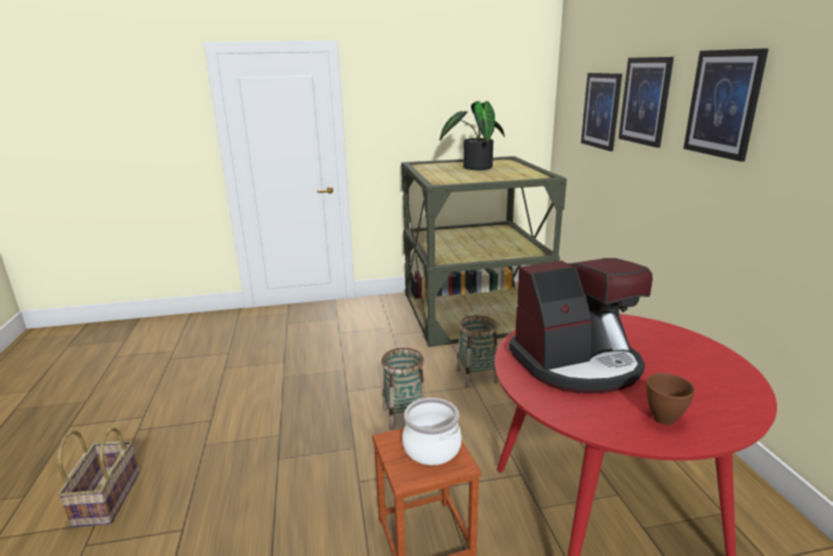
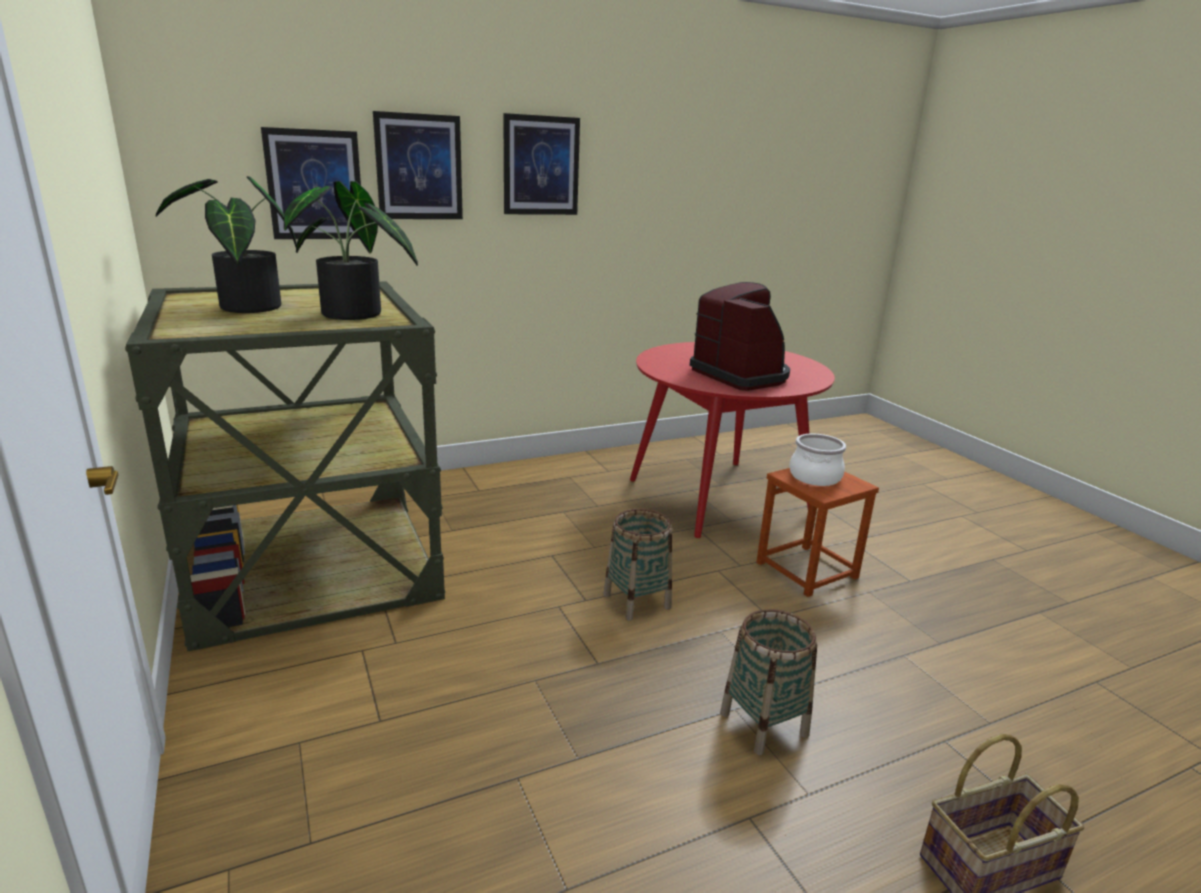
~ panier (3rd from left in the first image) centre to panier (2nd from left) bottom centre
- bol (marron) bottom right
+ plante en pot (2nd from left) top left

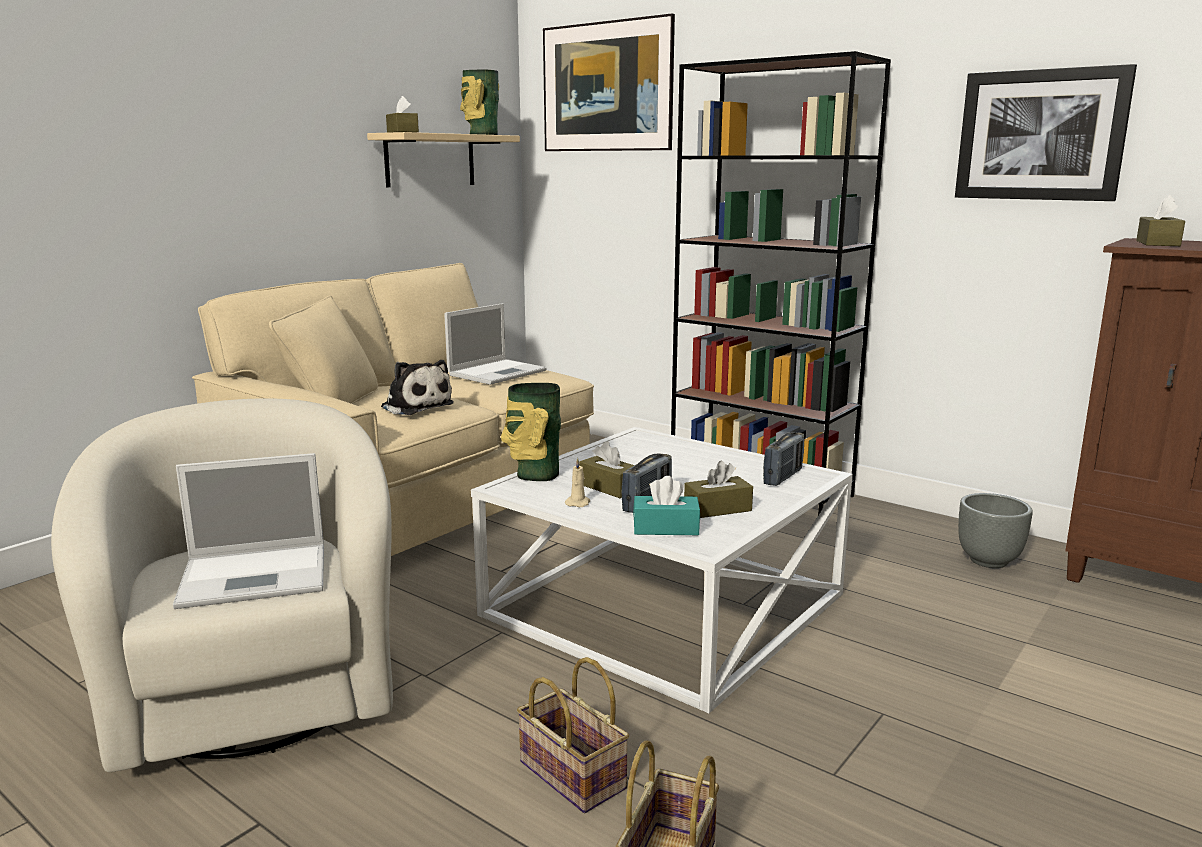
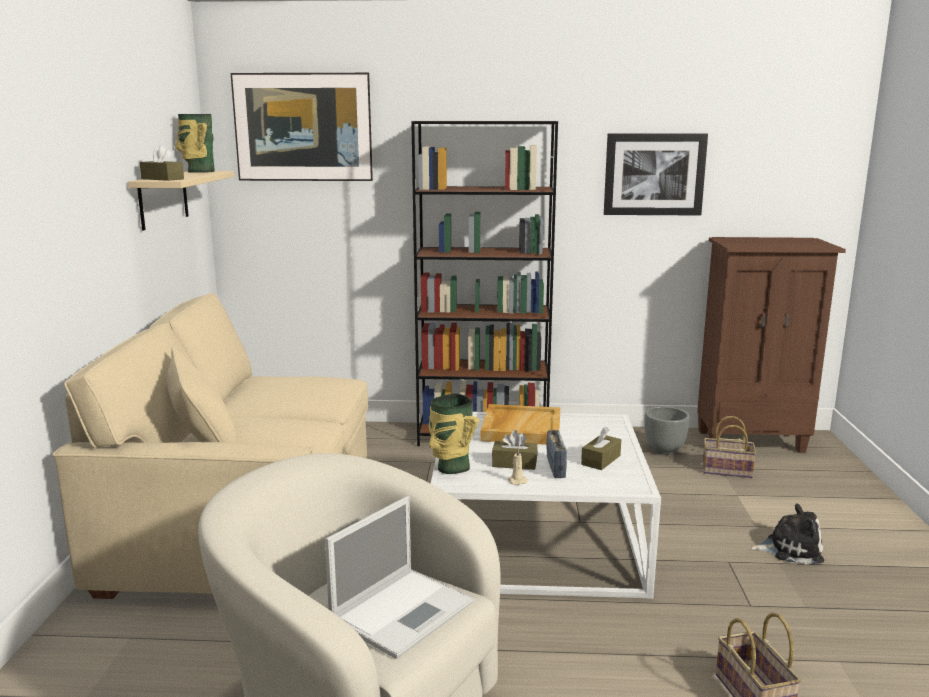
~ peluche centre to bottom right
- ordinateur portable (2nd from left) centre
~ panier (1st from left) bottom centre to middle right
- boîte à mouchoirs (turquoise) centre
- radio (2nd from left) centre
- boîte à mouchoirs (marron) (4th from left) top right
+ plateau (beige) centre

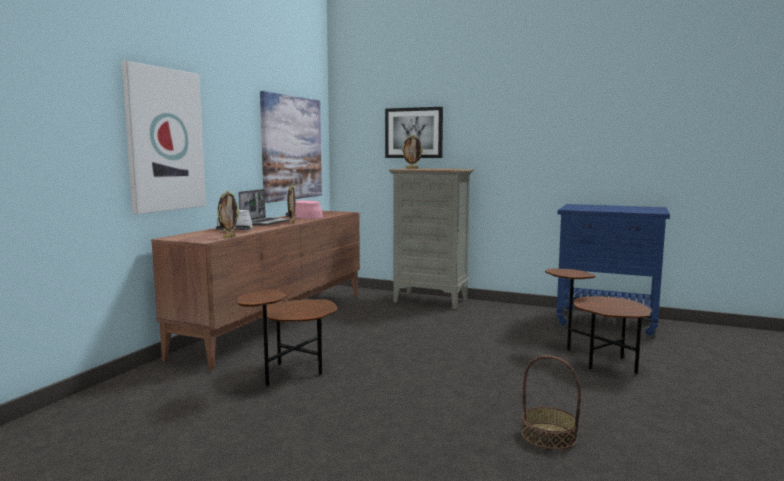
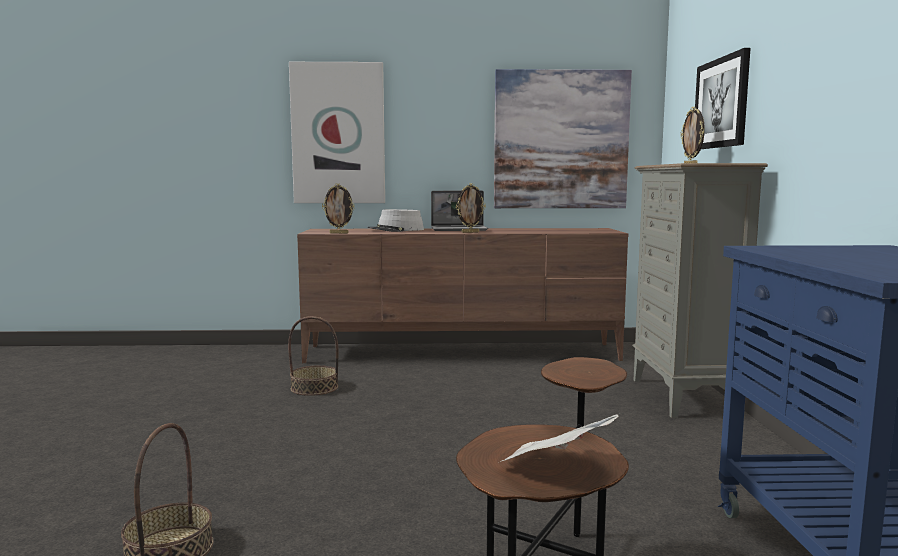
~ table d'appoint (marron) (1st from left) bottom centre to panier (2nd from left) centre
- chapeau (rose) centre
+ journal bottom centre

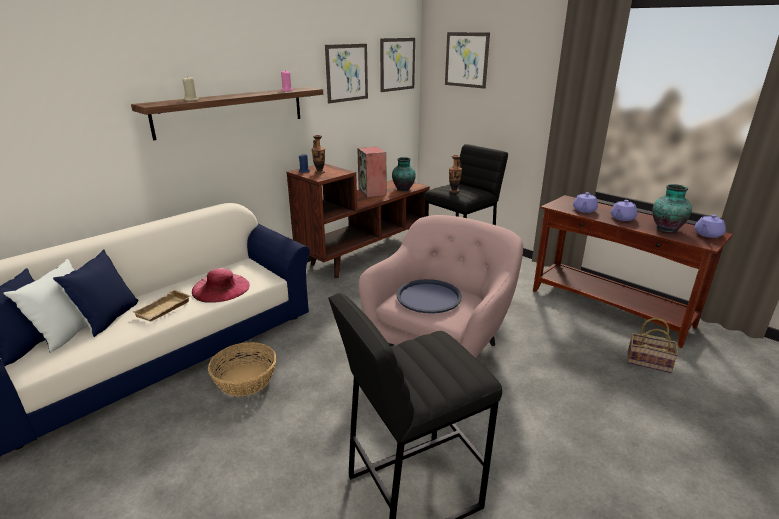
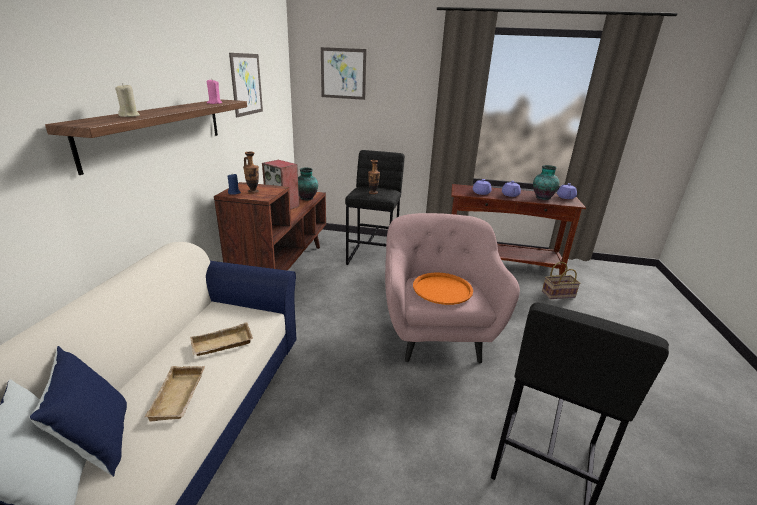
~ chapeau (rose) middle left to plateau (beige) (2nd from left) bottom left
- panier (1st from left) bottom left
- tableau (2nd from left) top centre
~ plateau (bleu) centre to plateau (orange) centre

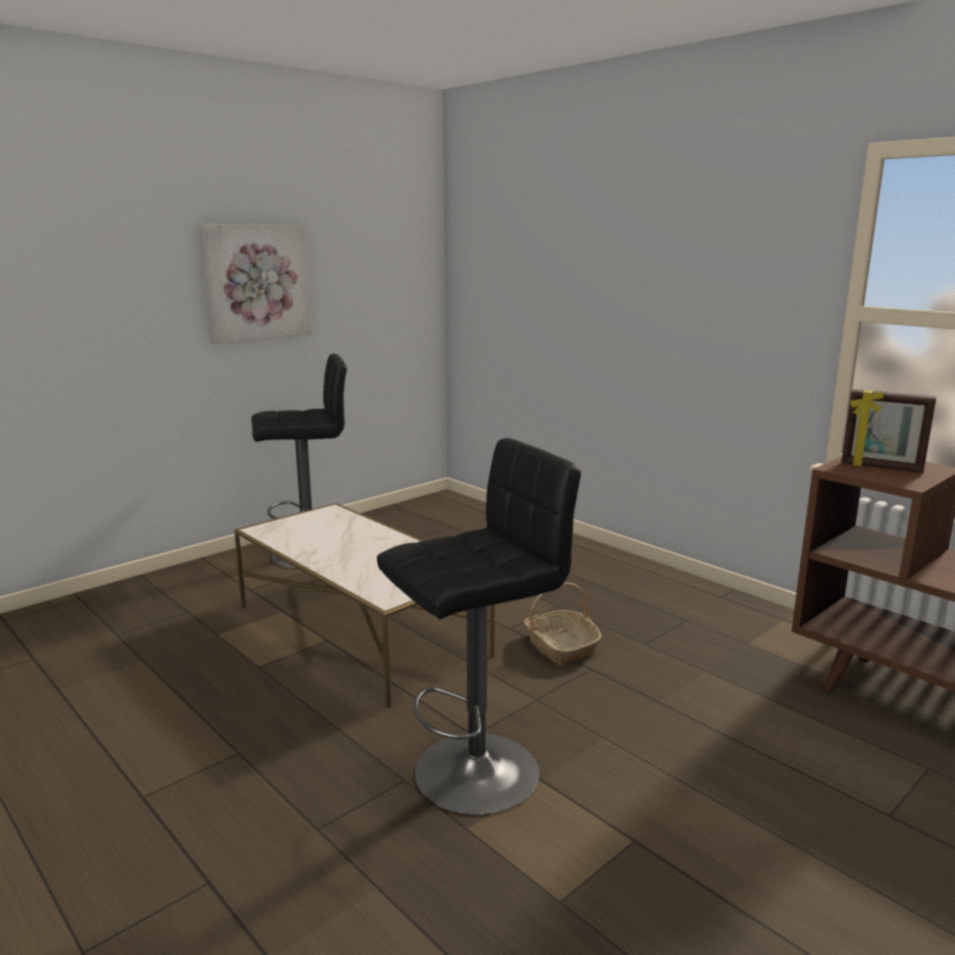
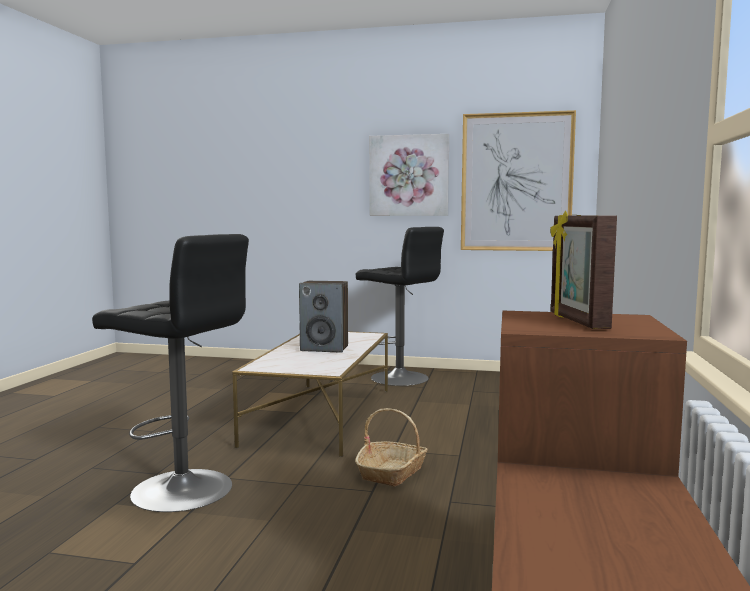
+ enceinte centre
+ tableau (2nd from left) top right

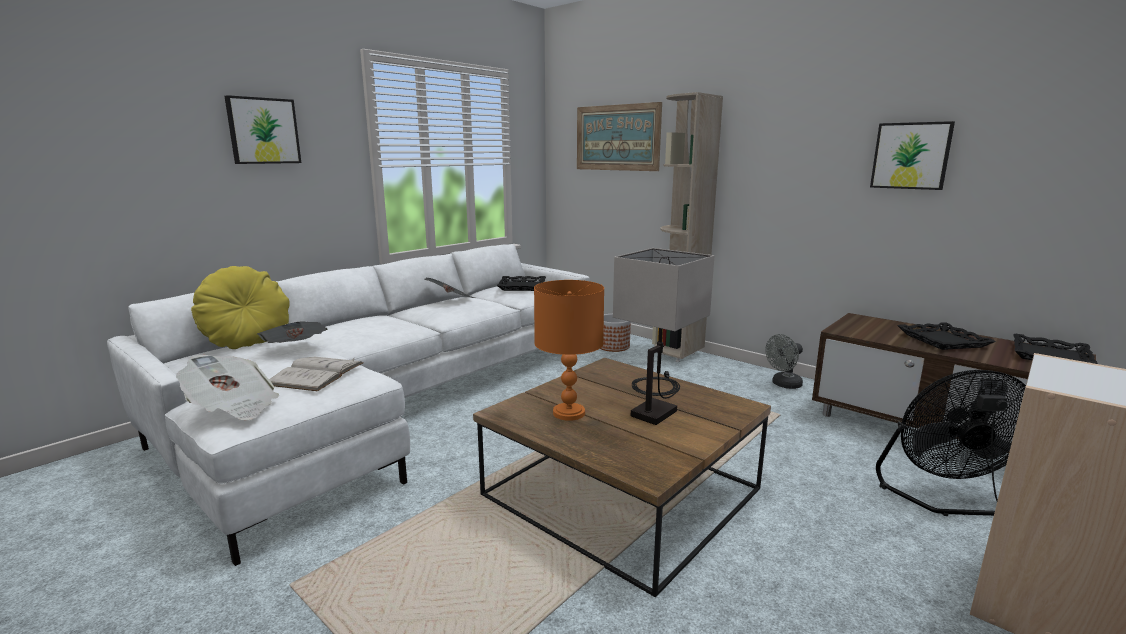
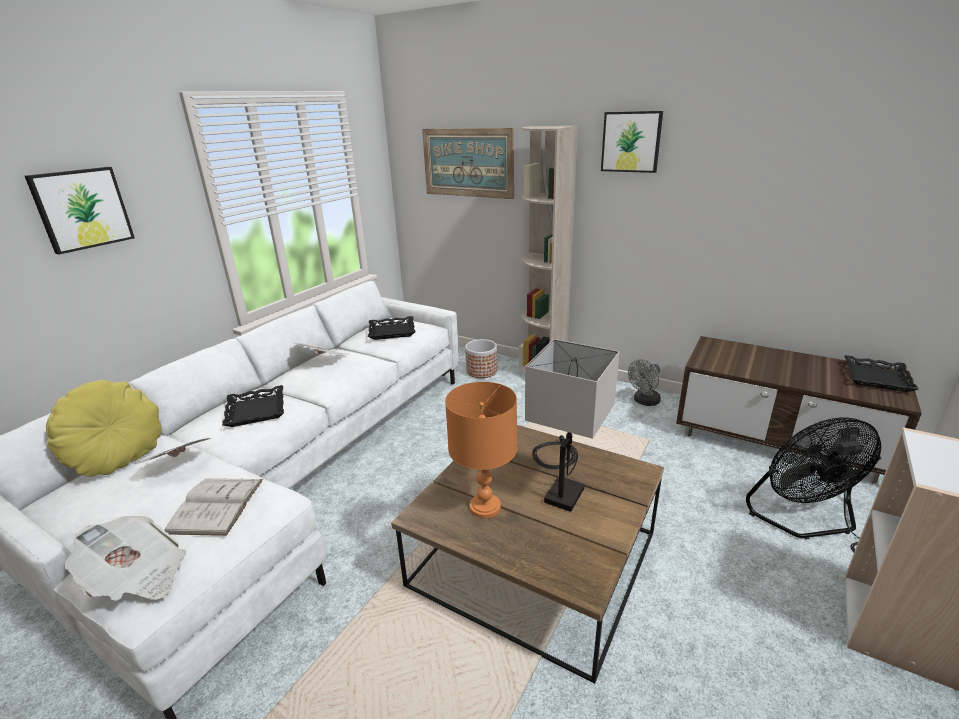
~ tableau (3rd from left) top right to top centre
~ plateau (noir) (2nd from left in the first image) middle right to plateau (noir) (1st from left) middle left

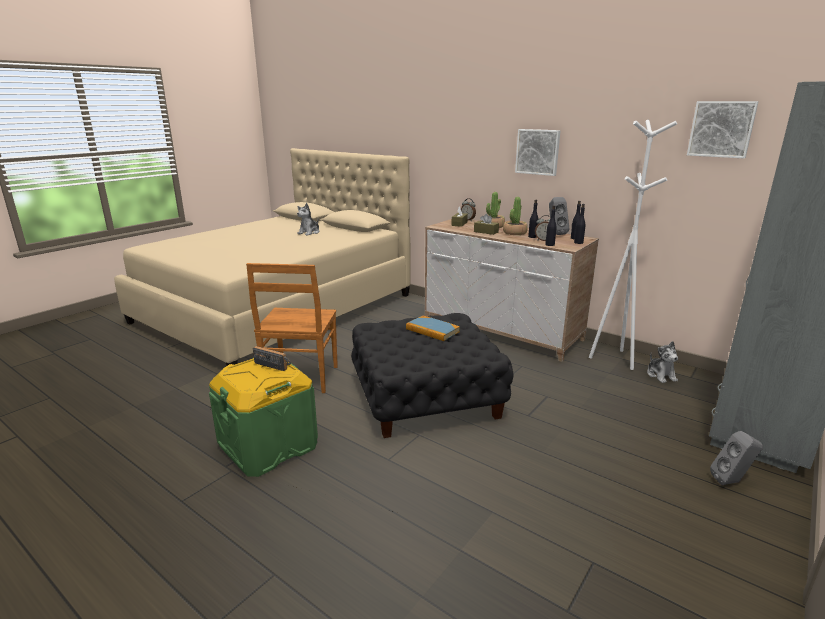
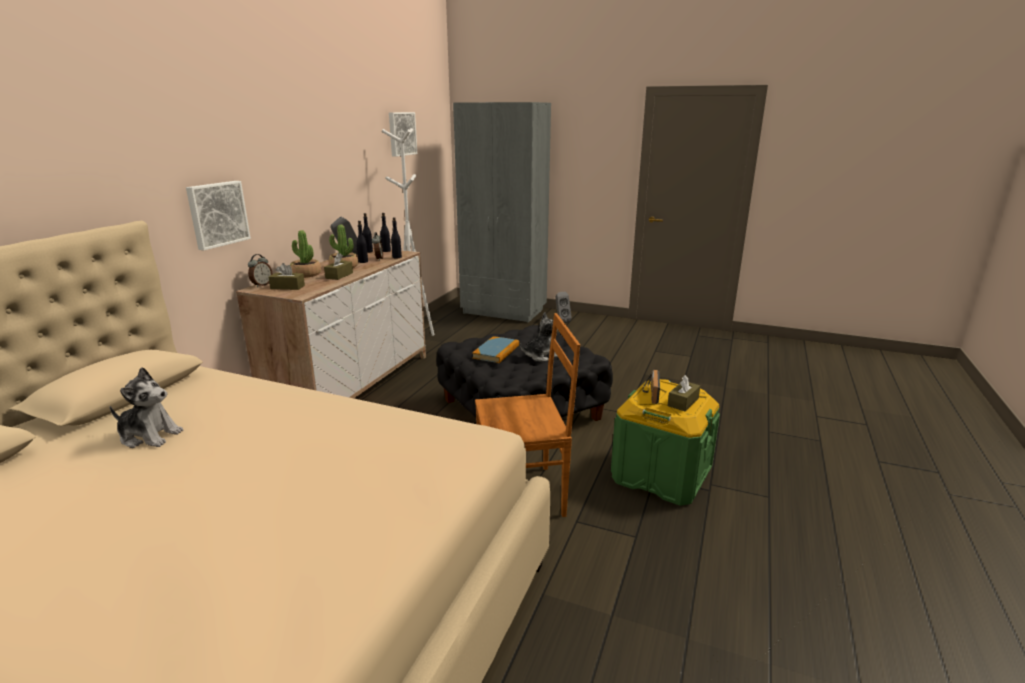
~ tableau (1st from left) top centre to top left
~ peluche (2nd from left) middle right to centre
+ boîte à mouchoirs (marron) (3rd from left) middle right

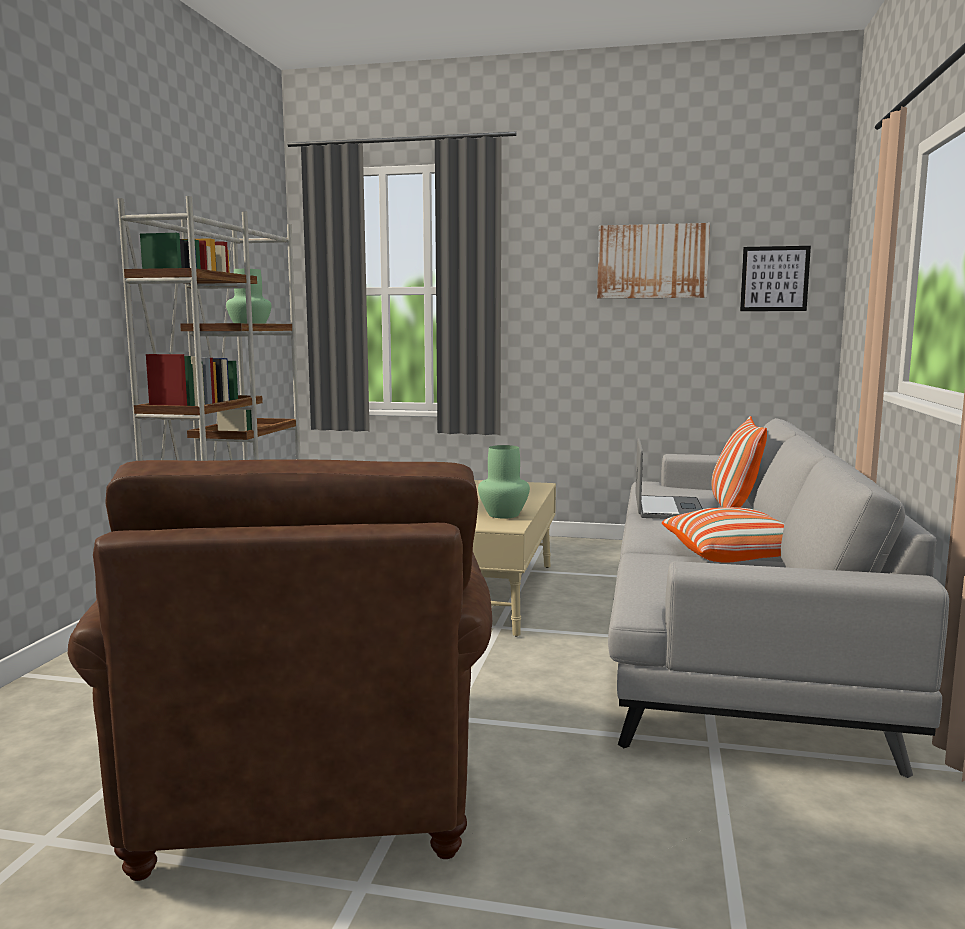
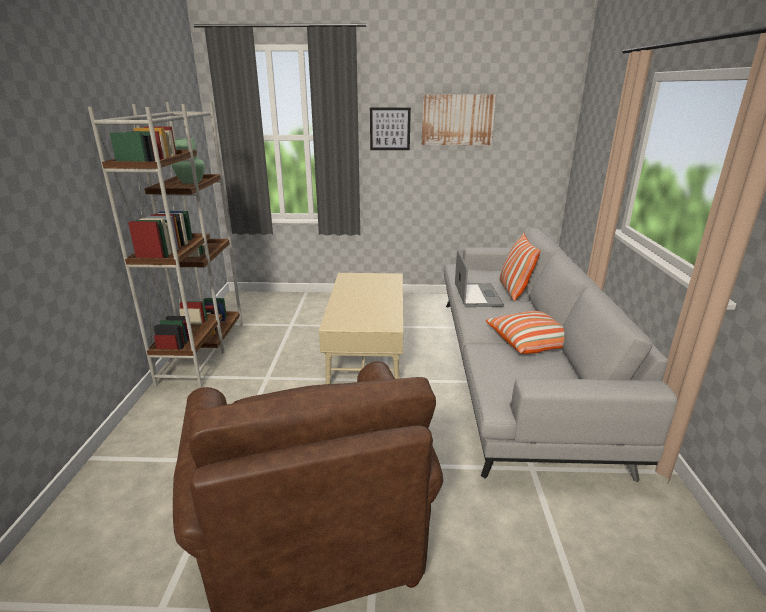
- vase (vert) (2nd from left) centre
~ tableau (2nd from left in the first image) top right to tableau (1st from left) top centre

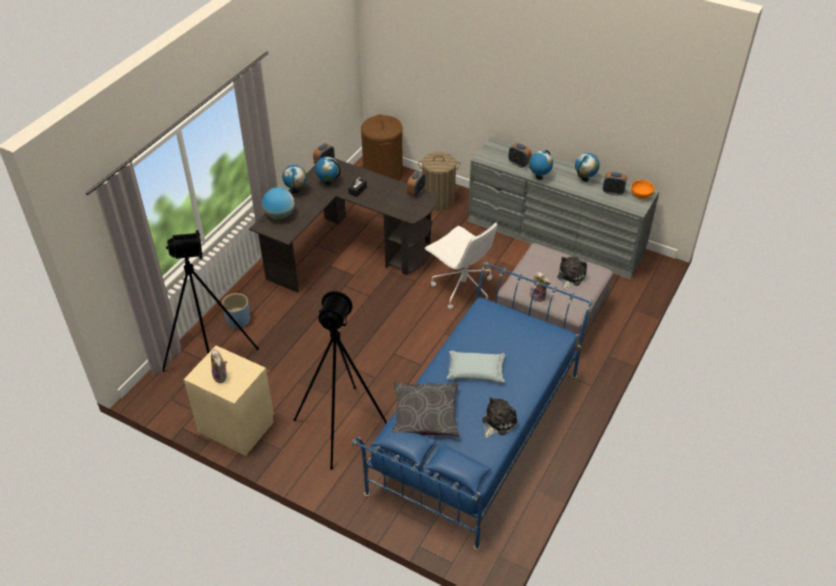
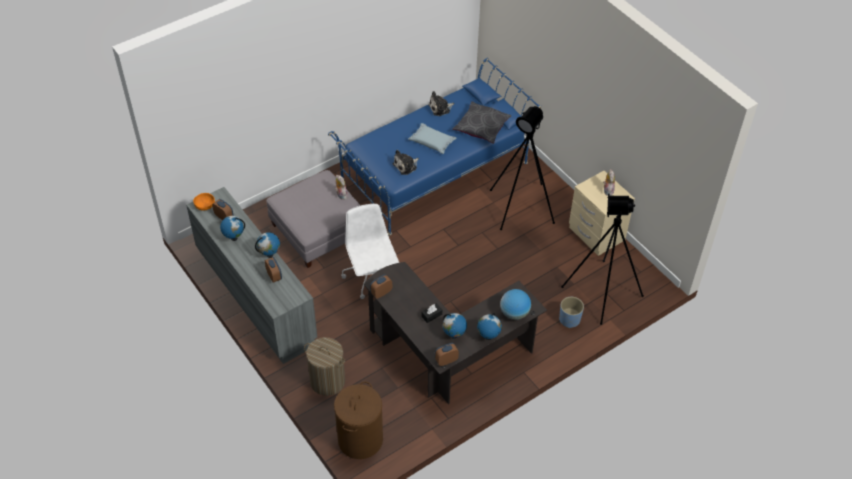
~ peluche (4th from left in the first image) middle right to peluche (2nd from left) centre

